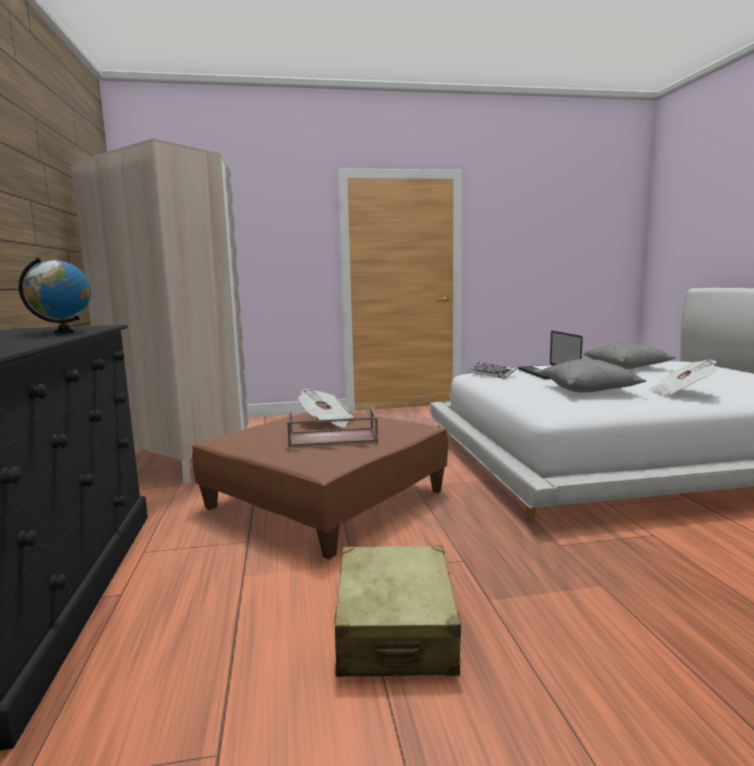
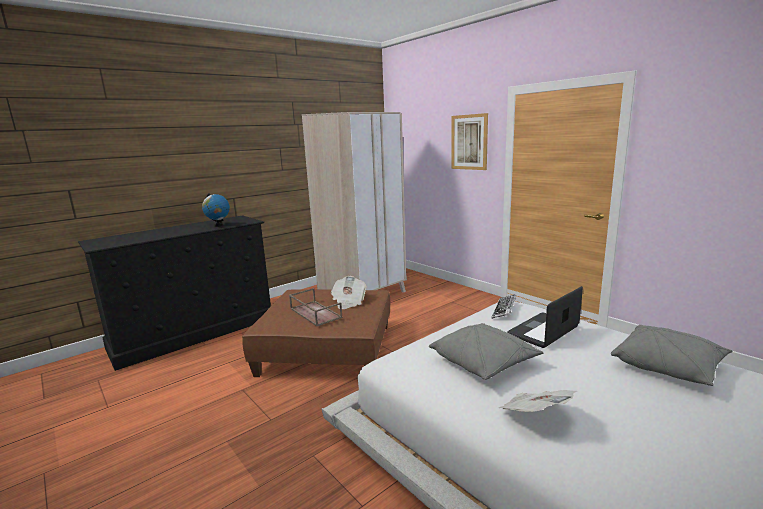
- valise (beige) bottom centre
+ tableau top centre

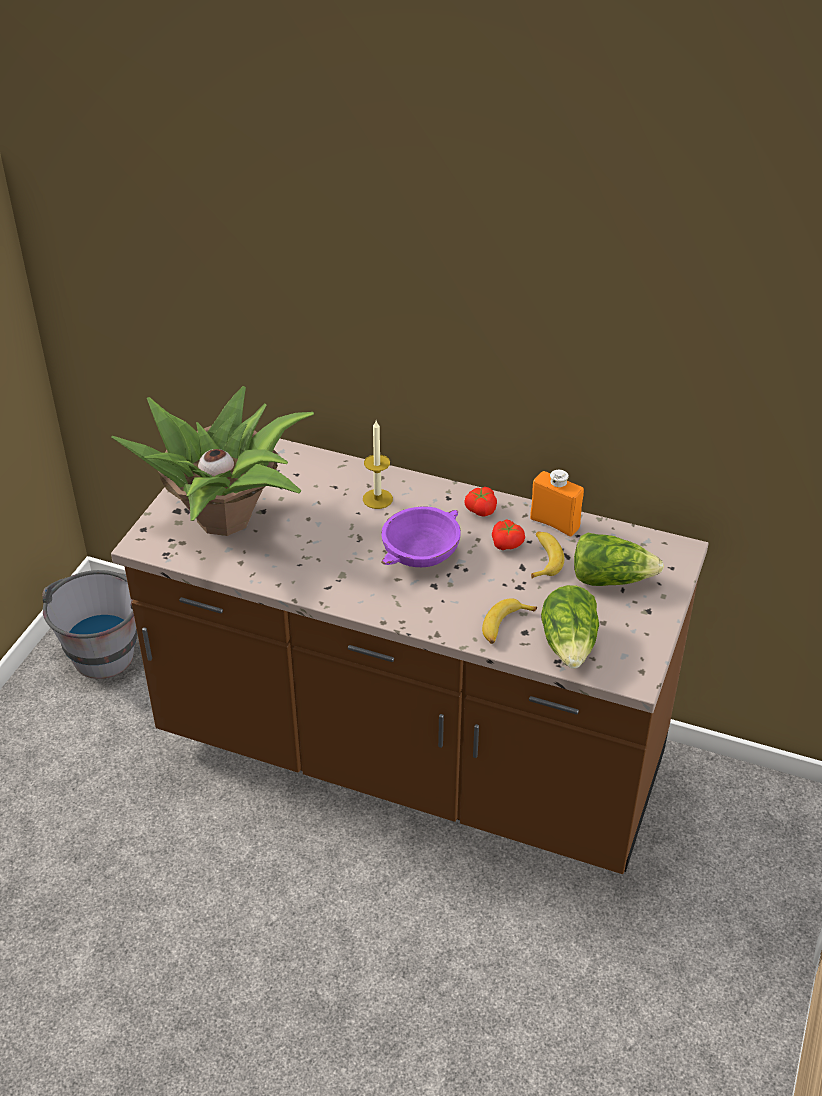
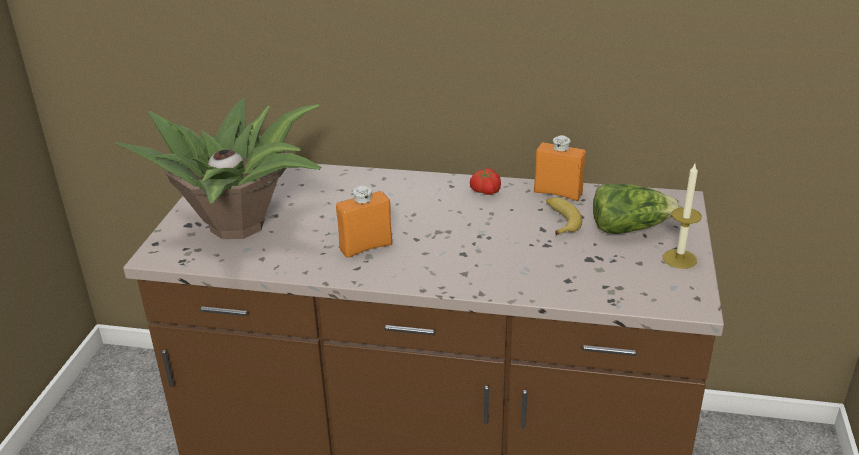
- seau (gris) middle left
~ bougie centre to middle right
- bol (violet) centre
- banane (1st from left) centre
- tomate (2nd from left) centre
- laitue (1st from left) middle right
+ bouteille (orange) (1st from left) centre

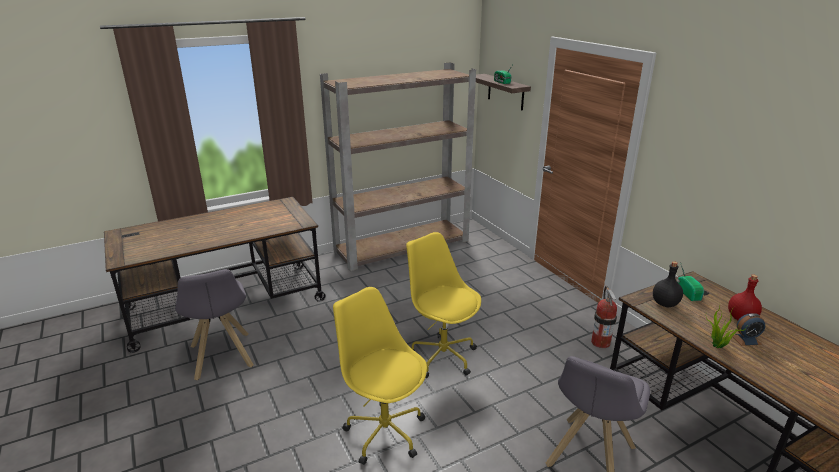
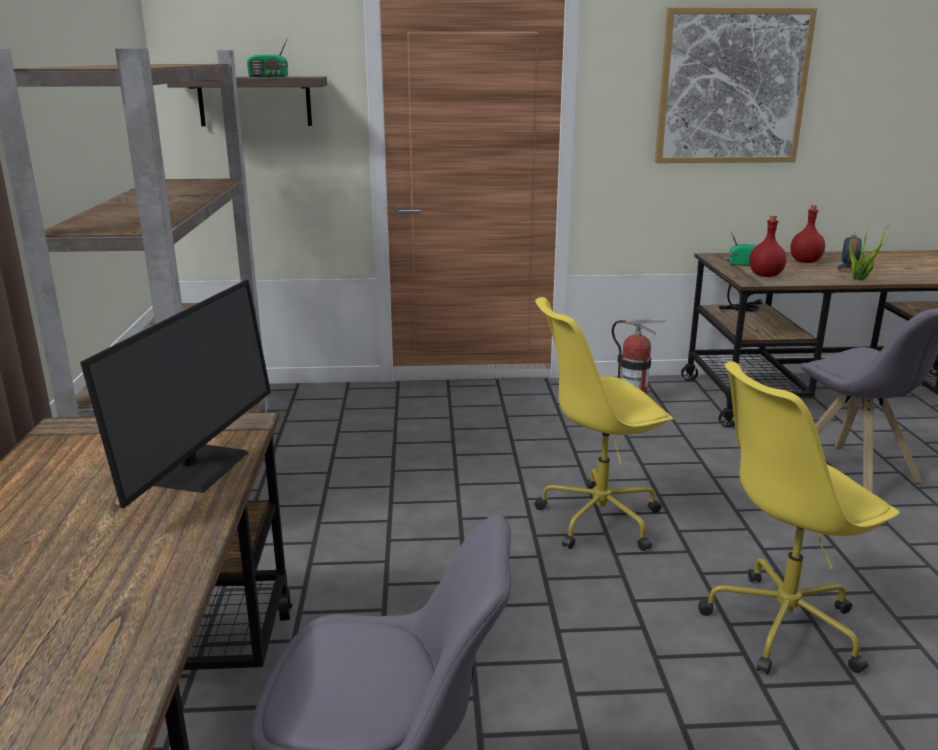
~ bouteille (noir) middle right to bouteille (rouge) (1st from left) top right
+ écran d'ordinateur middle left
+ tableau top right

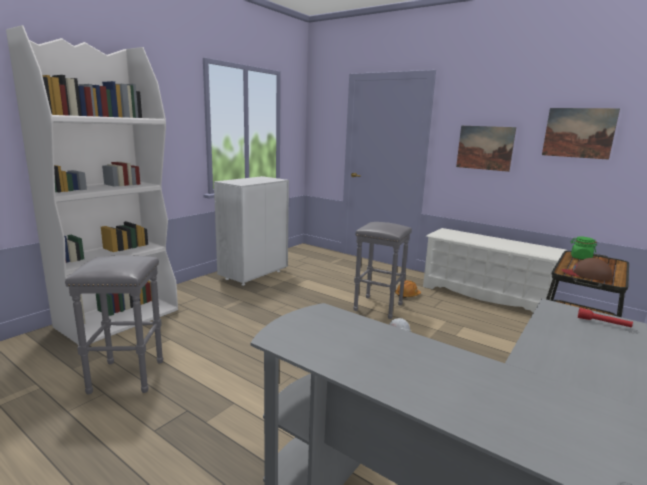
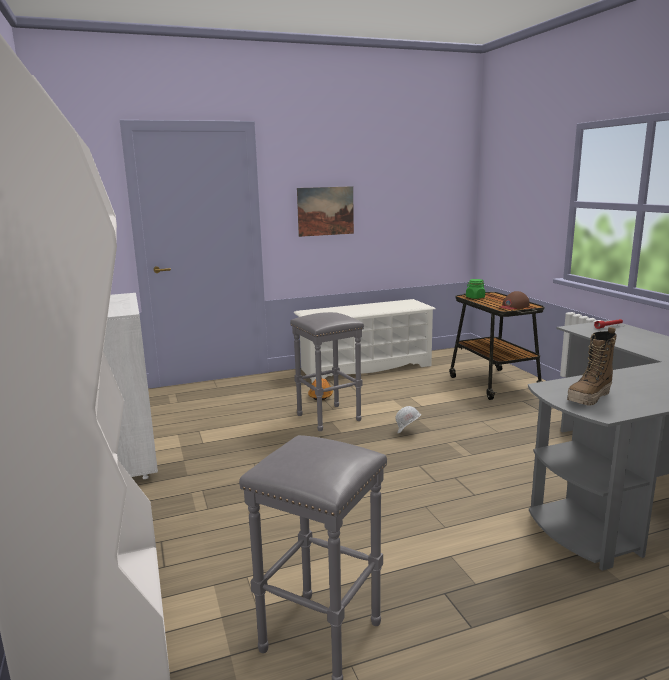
- tableau (2nd from left) top right
+ botte middle right

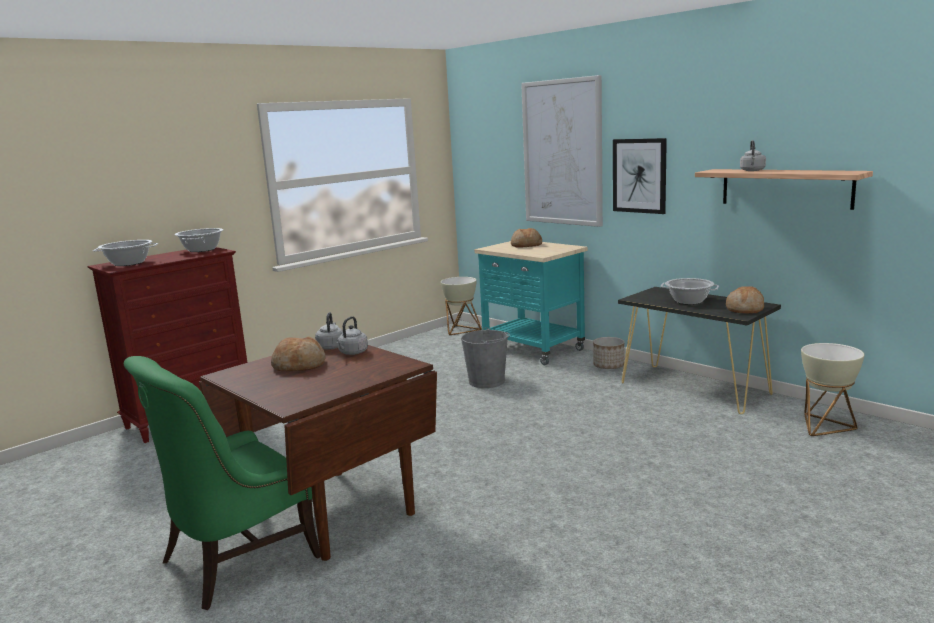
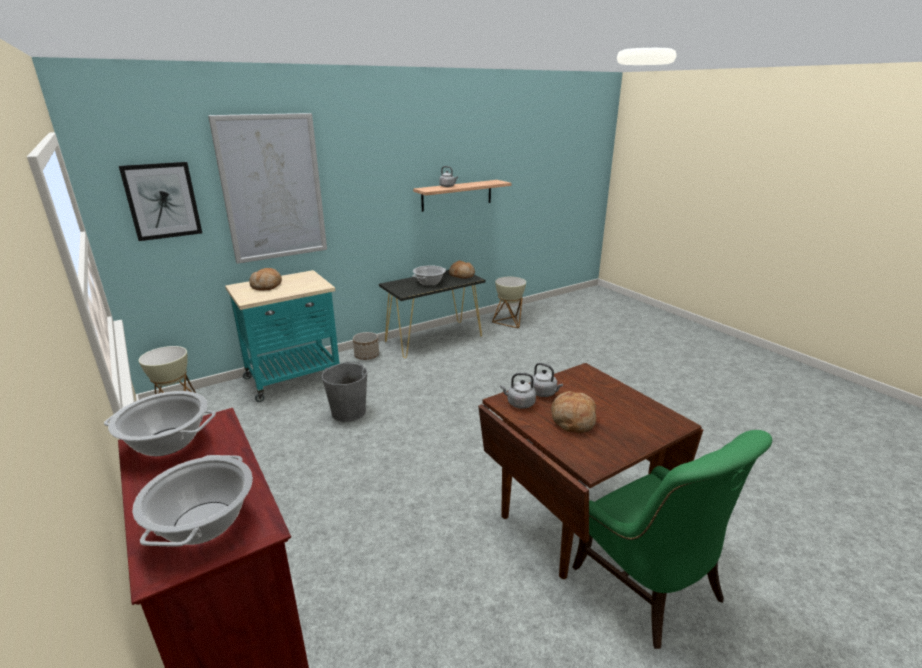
~ tableau (2nd from left in the first image) top right to tableau (1st from left) top left

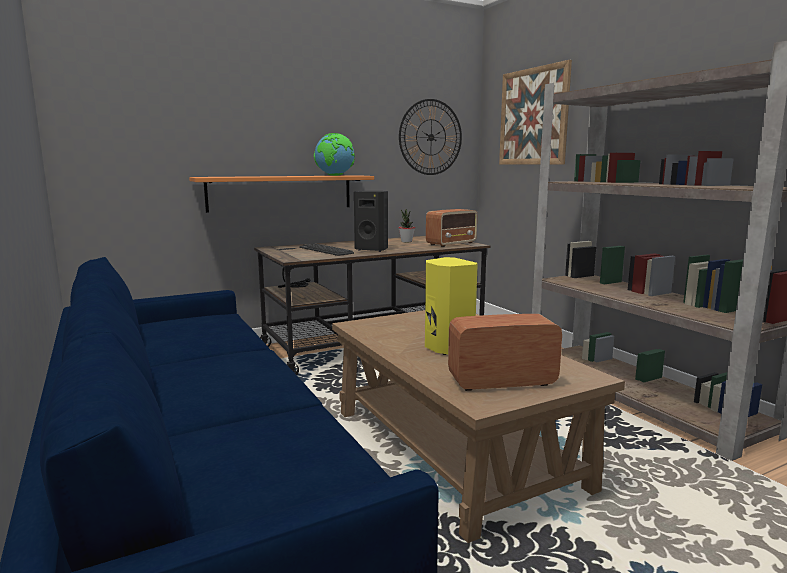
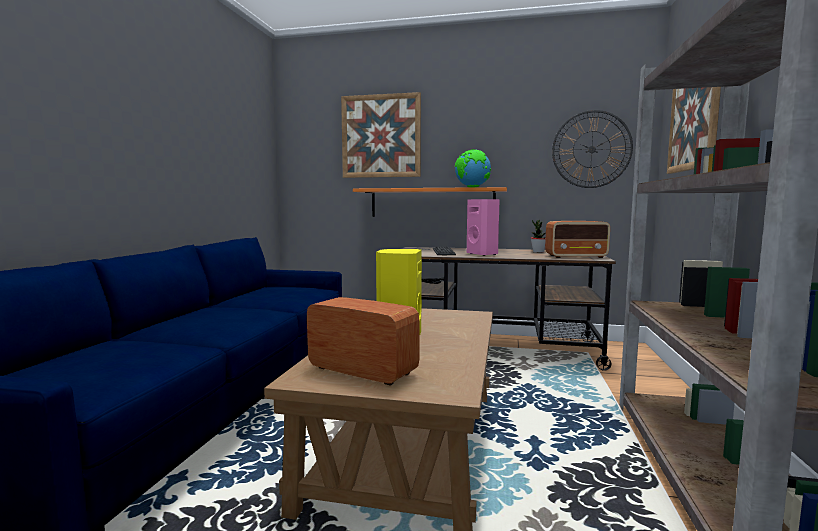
~ enceinte (noir) centre to enceinte (rose) centre
+ tableau (1st from left) top centre

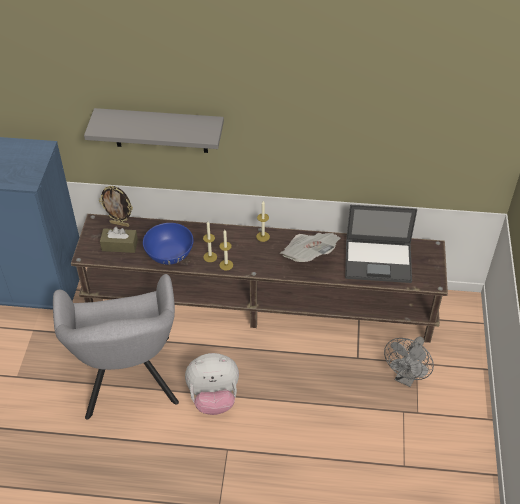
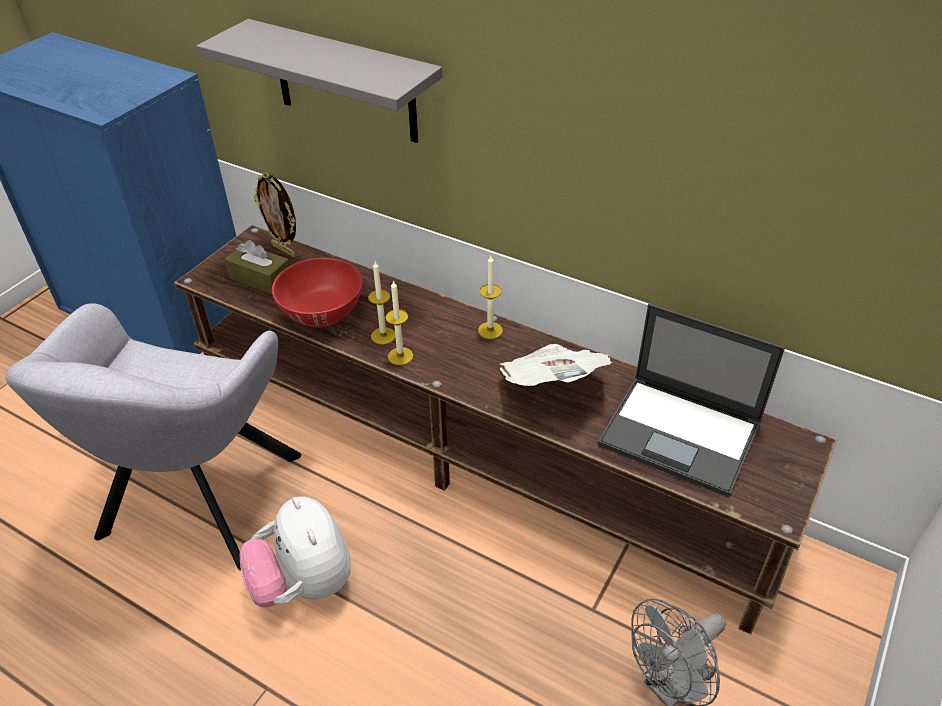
~ bol (bleu) middle left to bol (rouge) centre
~ peluche bottom centre = bottom left 45 degrees clockwise

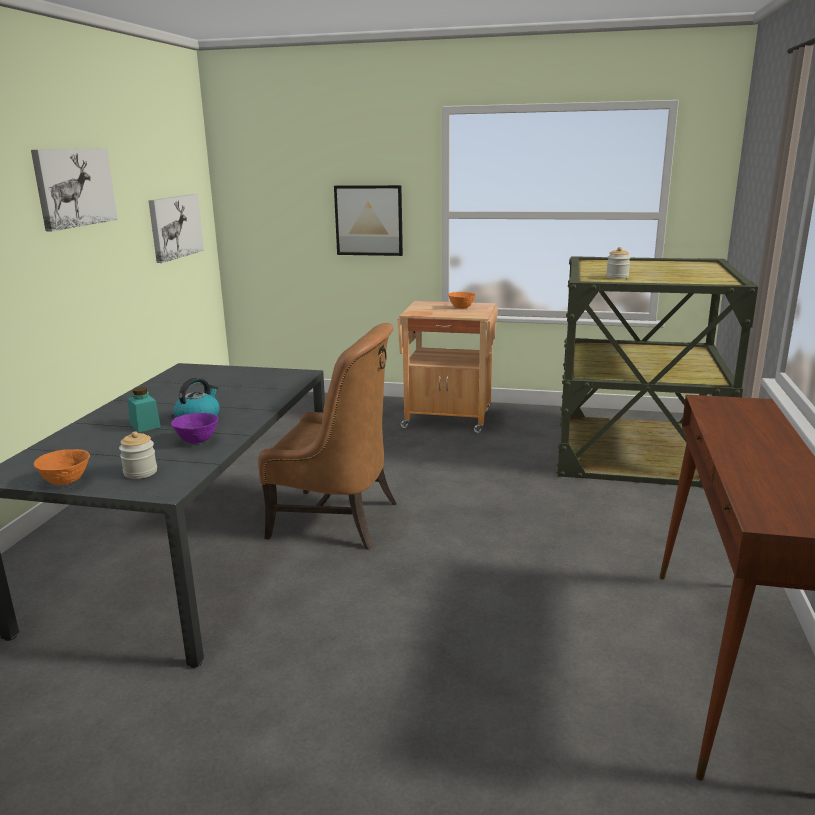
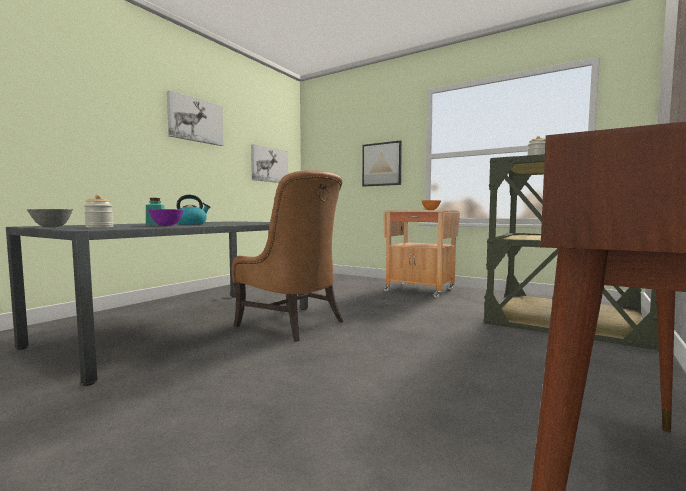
~ bol (orange) (1st from left) middle left to bol (gris) middle left

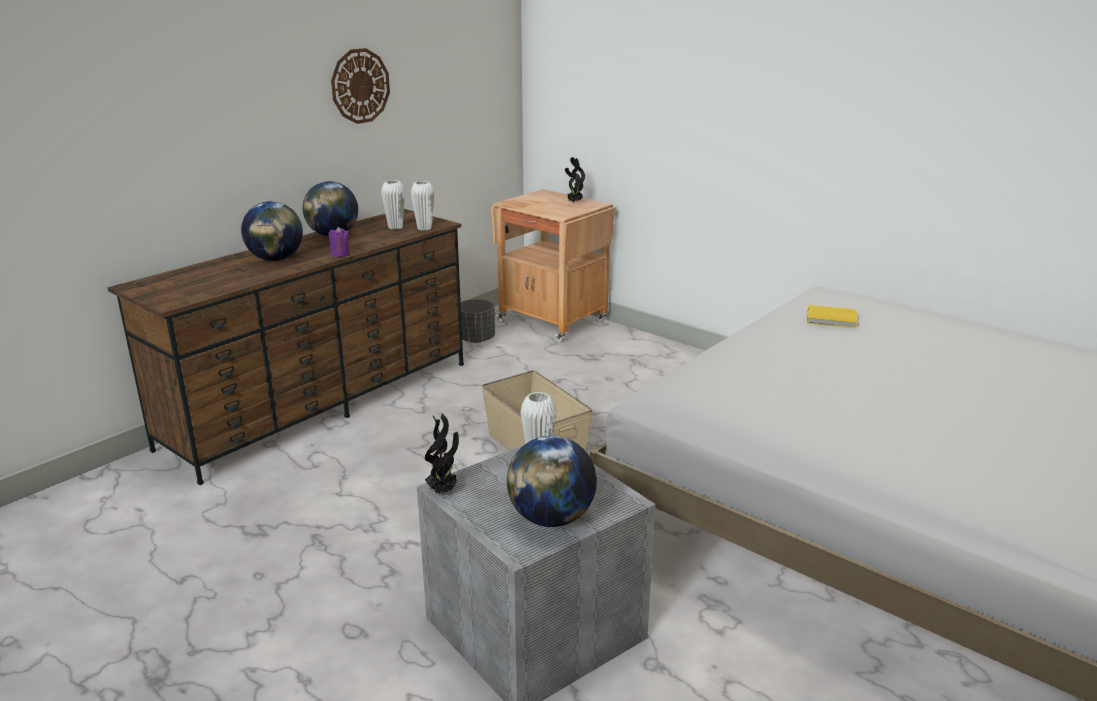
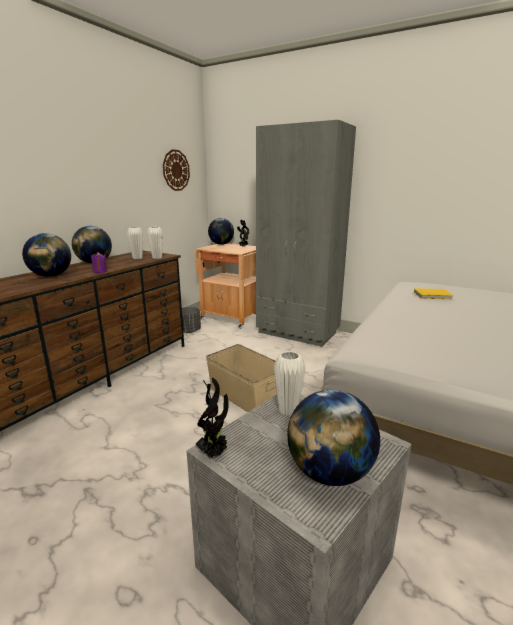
~ horloge murale top left to top centre
+ globe (3rd from left) centre
+ armoire (gris) centre

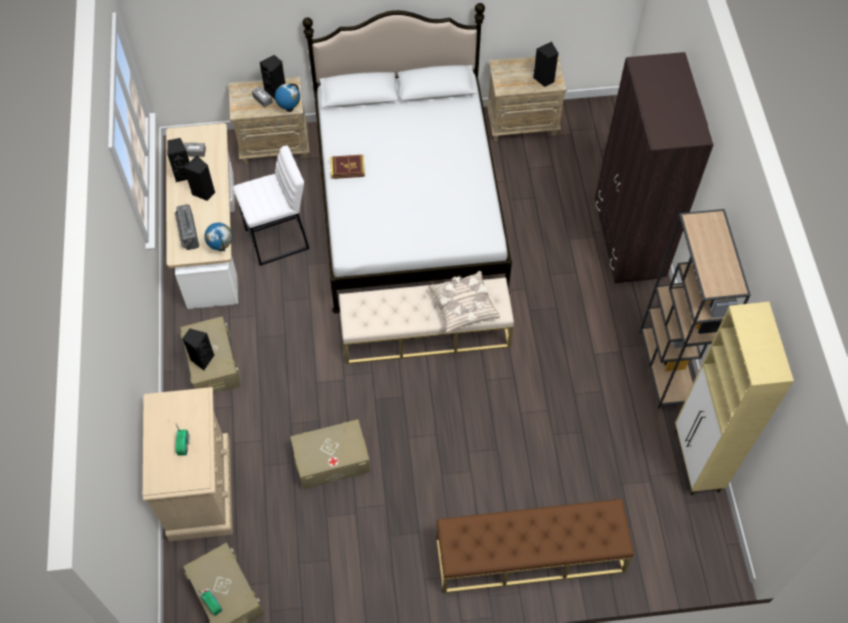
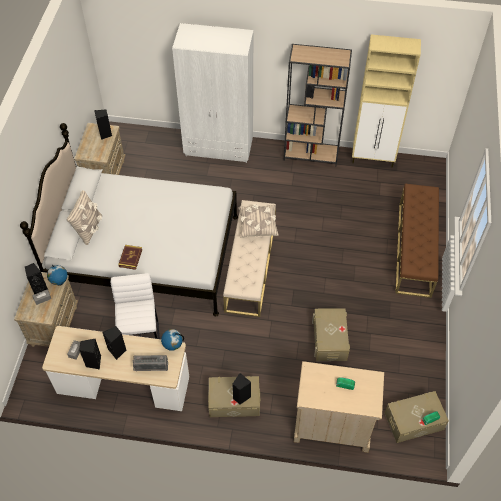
~ armoire (marron) top right to armoire (blanc) top centre
+ coussin (beige) (1st from left) middle left

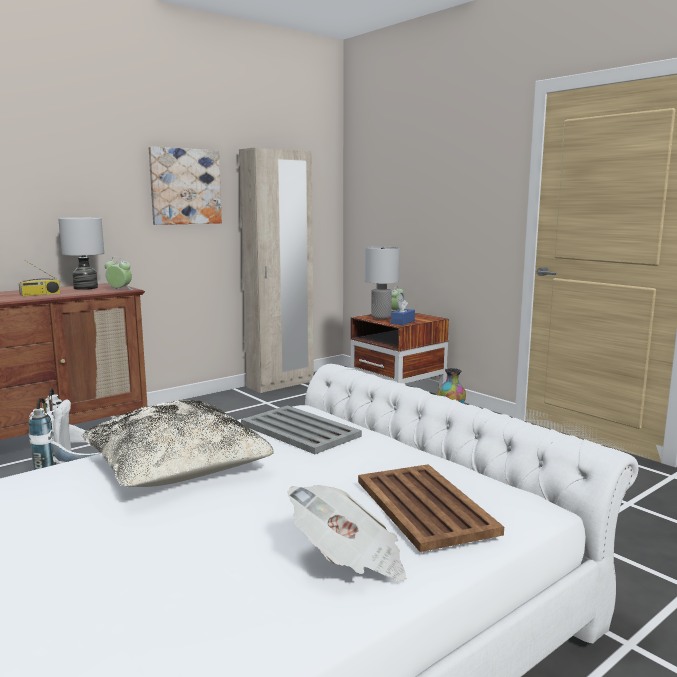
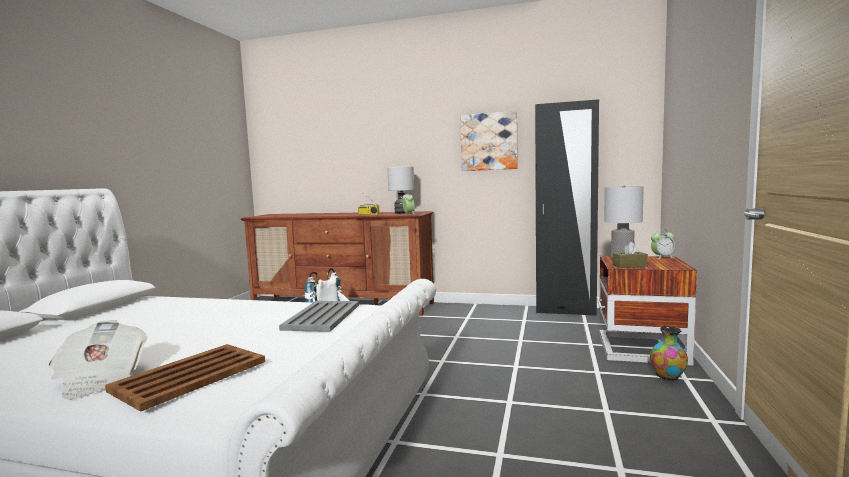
- coussin (beige) middle left
~ armoire (beige) centre to armoire (noir) middle right
~ boîte à mouchoirs (bleu) centre to boîte à mouchoirs (marron) middle right

